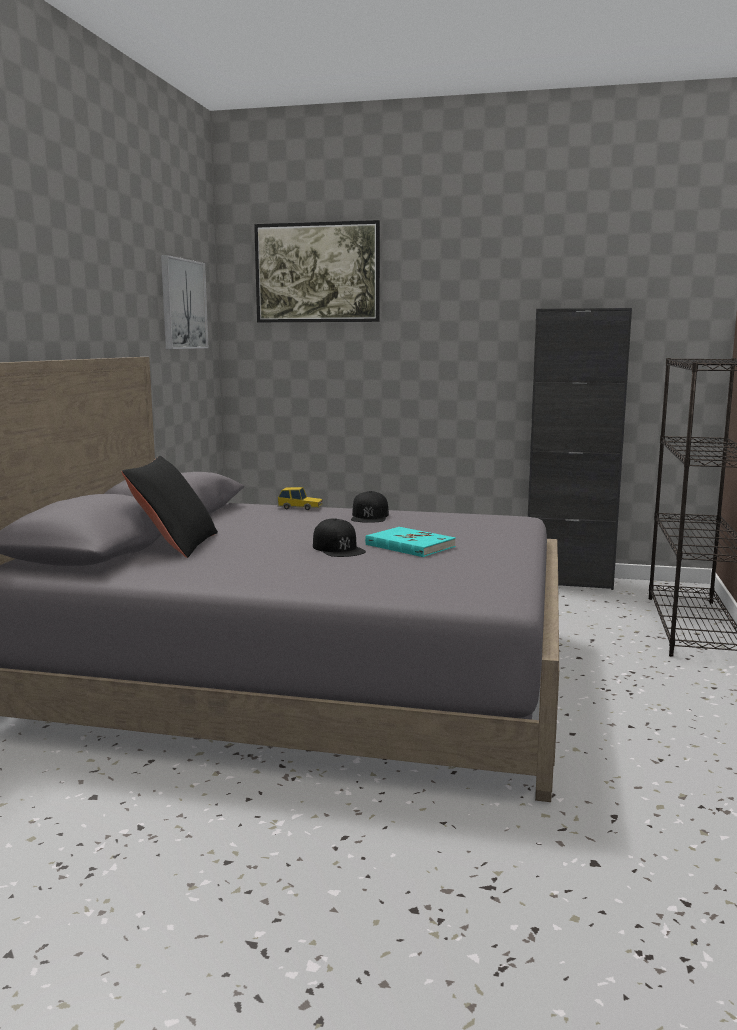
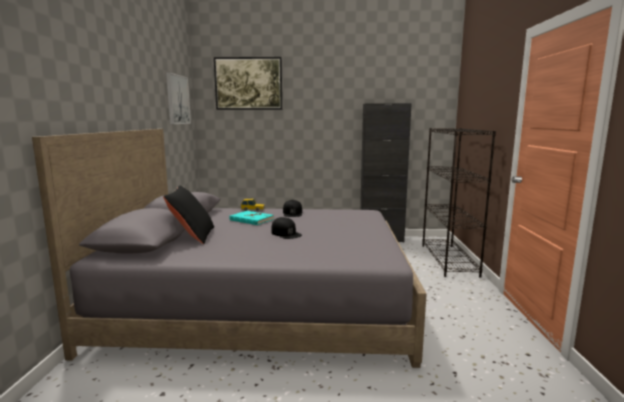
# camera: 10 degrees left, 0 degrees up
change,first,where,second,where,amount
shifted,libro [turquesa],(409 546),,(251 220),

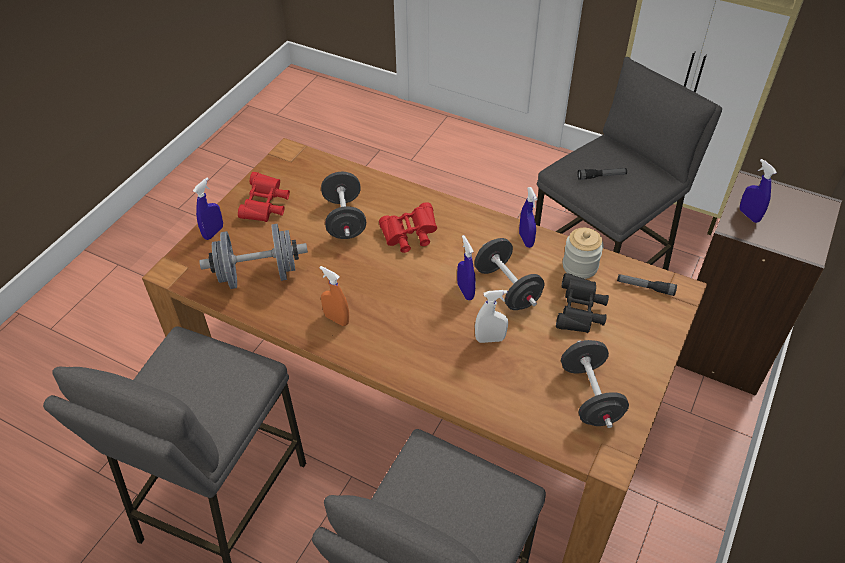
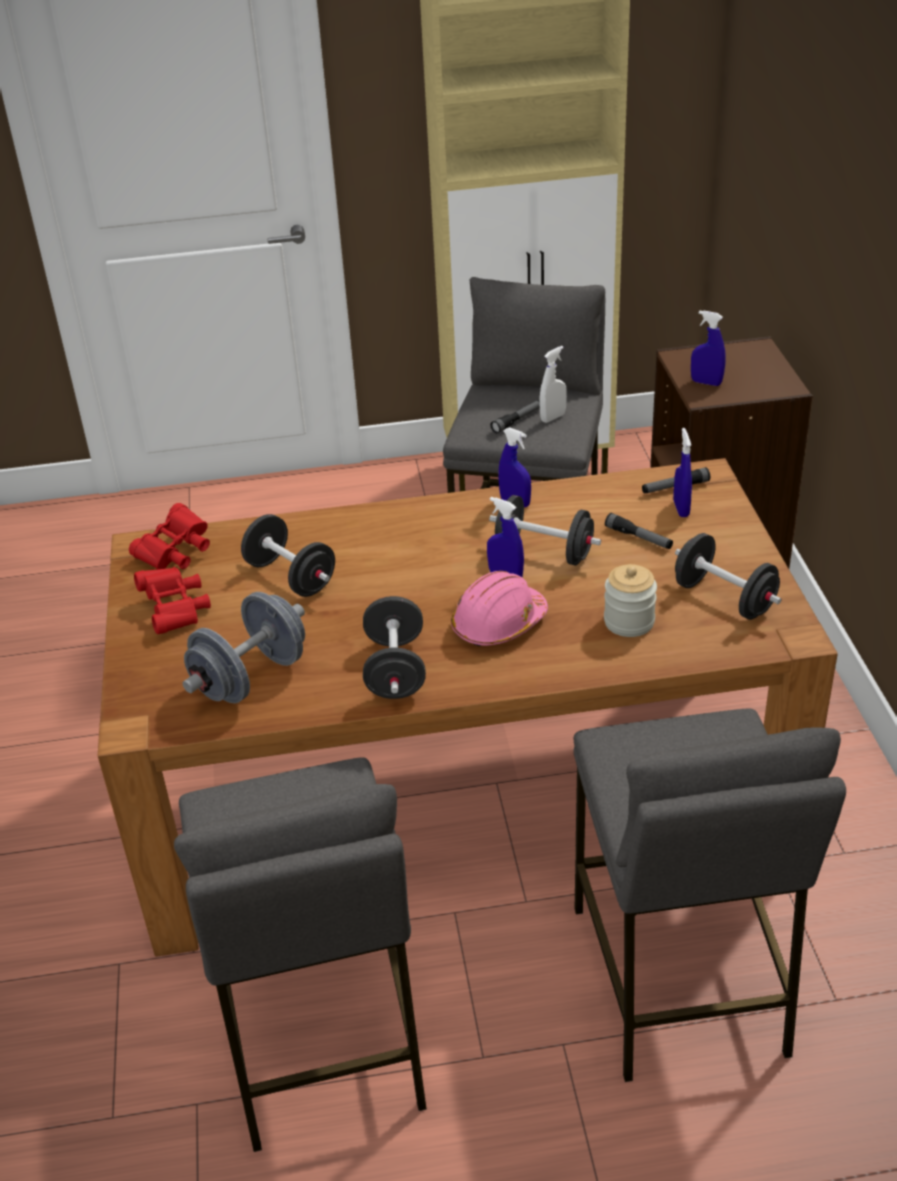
# camera: 35 degrees left, 10 degrees down
change,first,where,second,where,amount
shifted,pulverizador [azul],(213 232),,(681 509),
swapped,pulverizador [naranja],(336 319),mancuerna [negro],(395 670),
shifted,prismáticos [rojo],(409 236),,(176 553),
shifted,pulverizador [blanco],(490 339),,(553 417),
swapped,prismáticos [negro],(579 313),linterna,(639 538),
shifted,tarro,(580 266),,(629 622),
new,,,casco [rosa],(498 624),

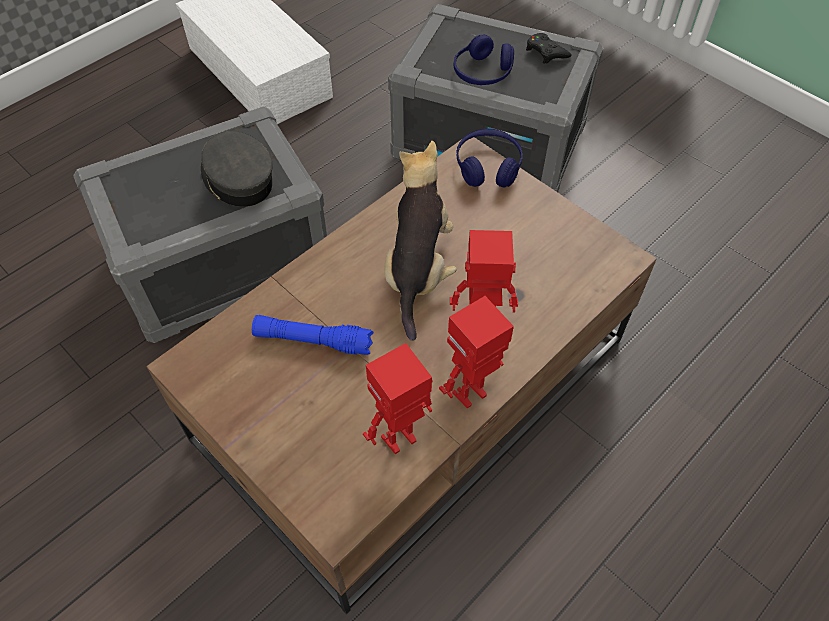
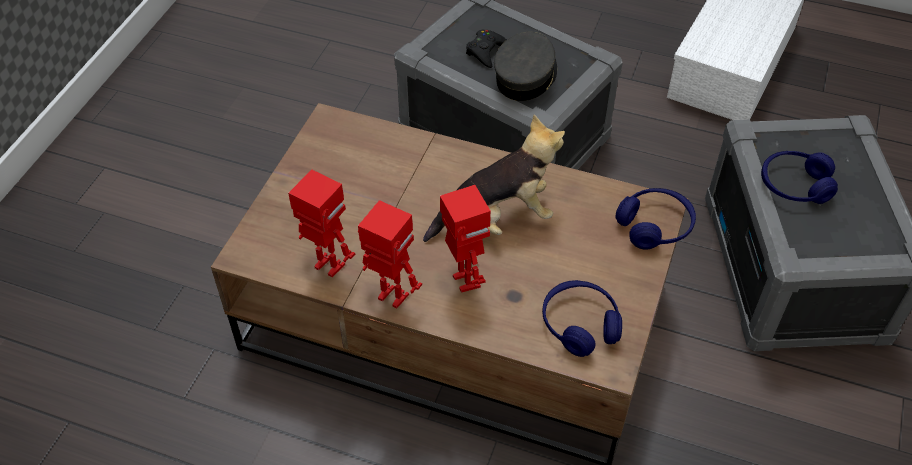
# camera: 65 degrees right, 5 degrees down
change,first,where,second,where,amount
gone,linterna [azul],(313 341),,,
shifted,mando de consola [negro],(546 52),,(486 51),
new,,,auriculares [azul],(580 324),

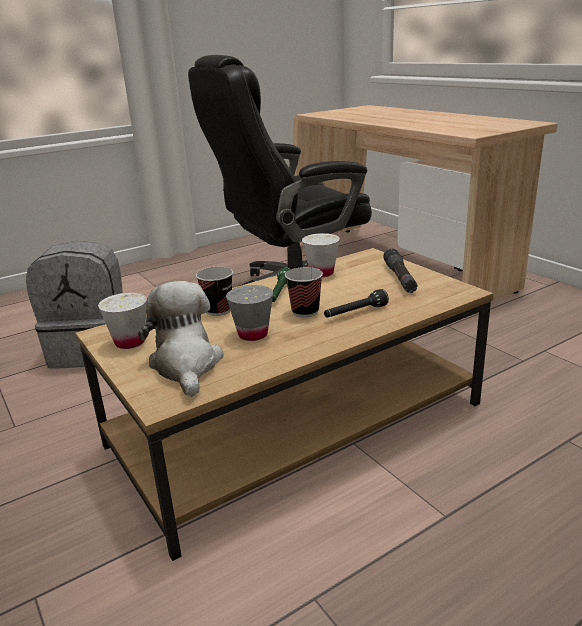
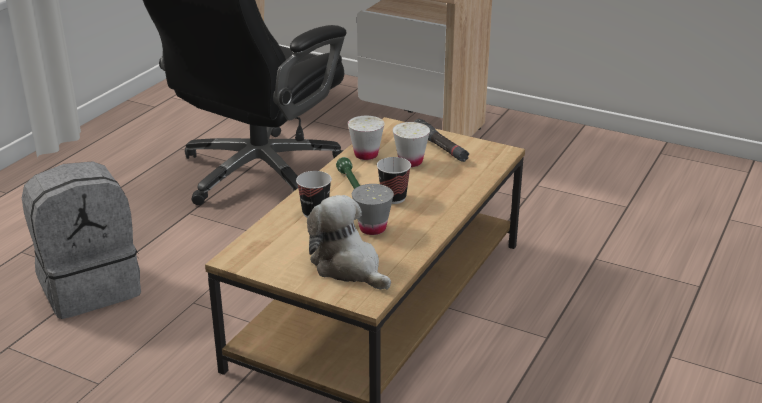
# camera: 30 degrees left, 5 degrees up
change,first,where,second,where,amount
shifted,taza [blanco],(130 342),,(410 162),
gone,linterna [negro],(355 313),,,

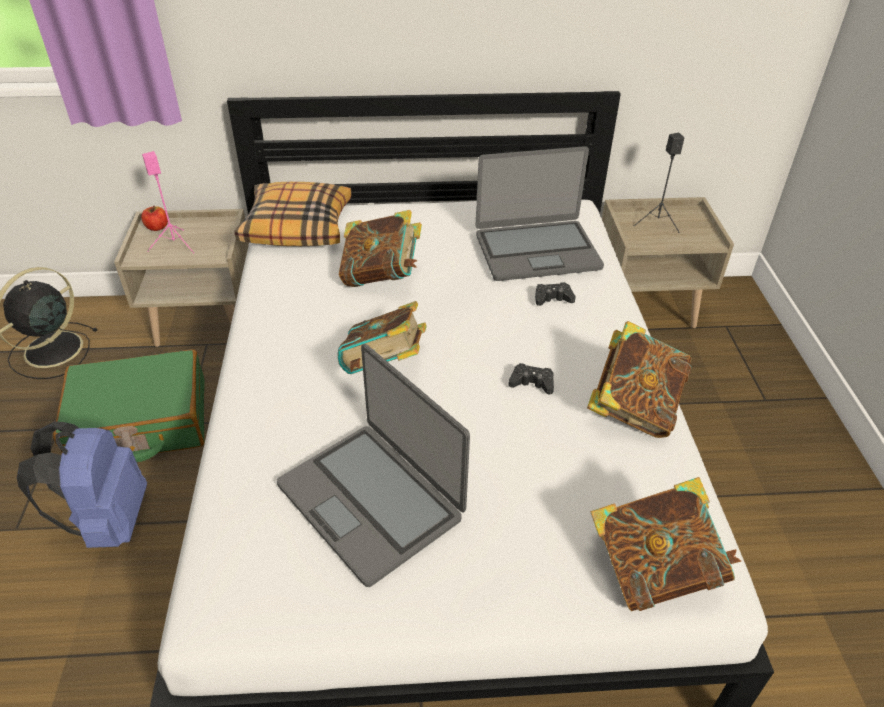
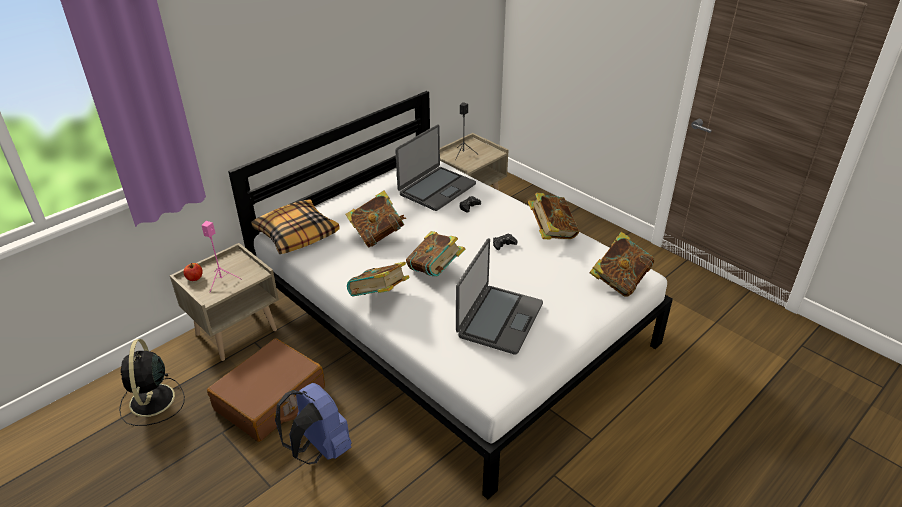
# camera: 40 degrees left, 5 degrees down
change,first,where,second,where,amount
repainted,maleta [verde],(140 422),maleta [marrón],(270 399),
rotated,portátil,(371 500),,(499 320),75 degrees counterclockwise
new,,,libro,(379 297),

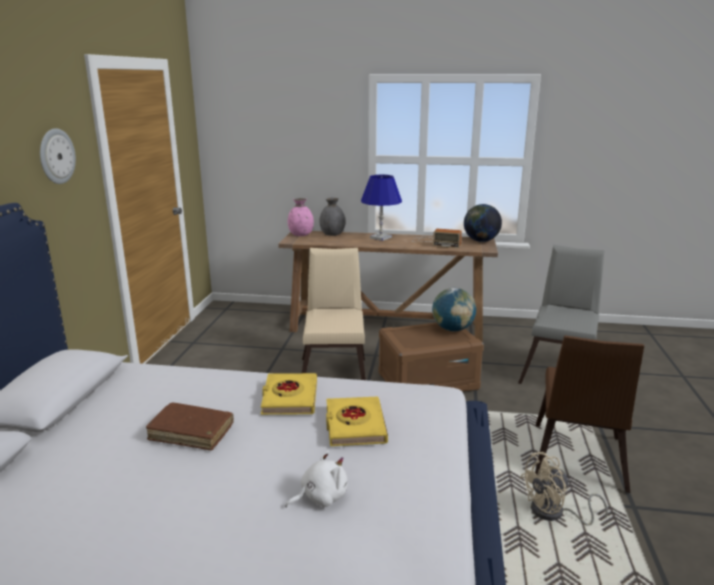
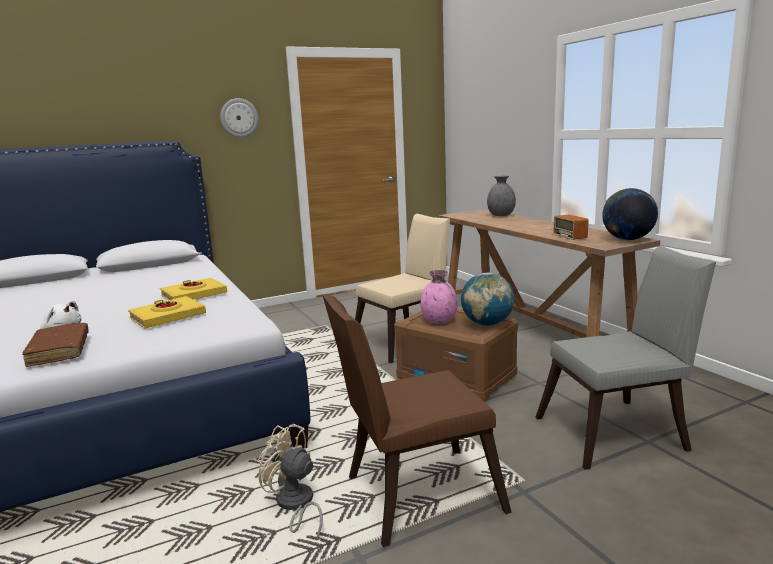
# camera: 55 degrees right, 5 degrees down
change,first,where,second,where,amount
shifted,libro [marrón],(191 433),,(59 351),
shifted,florero [rosa],(301 235),,(439 321),
gone,lámpara de mesa [azul],(380 238),,,

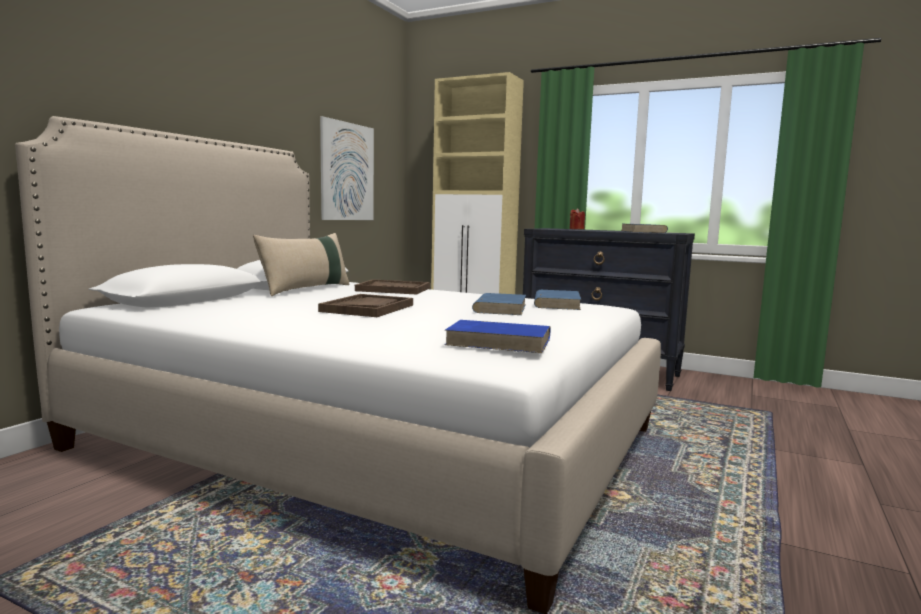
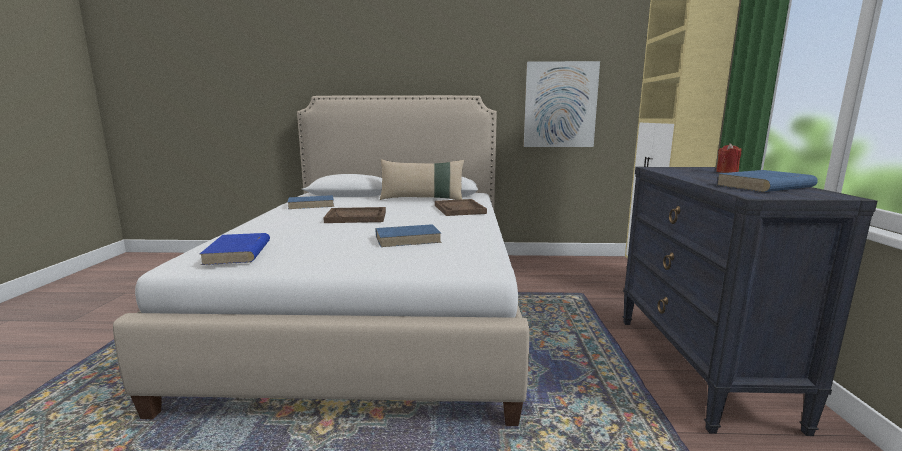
# camera: 65 degrees right, 5 degrees up
change,first,where,second,where,amount
shifted,libro [azul],(556 303),,(312 205),

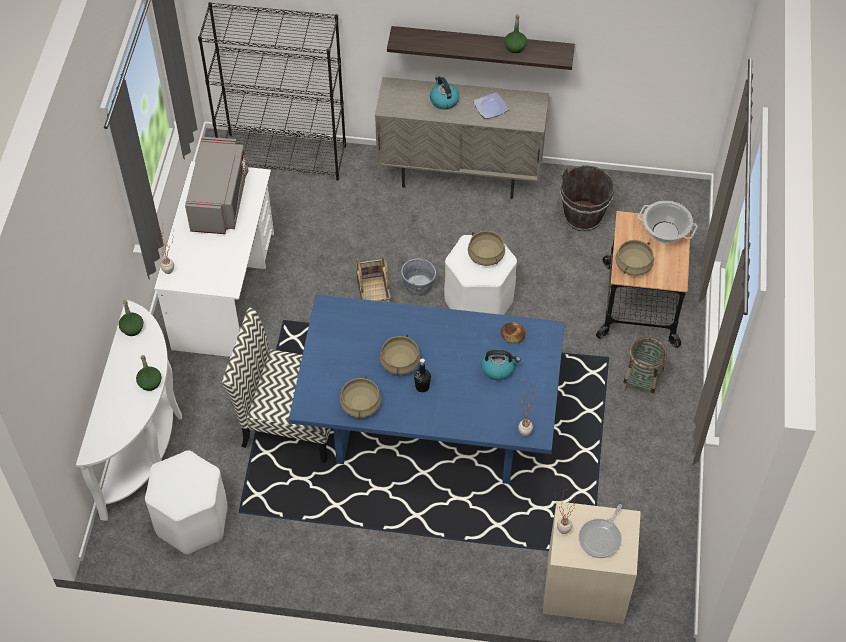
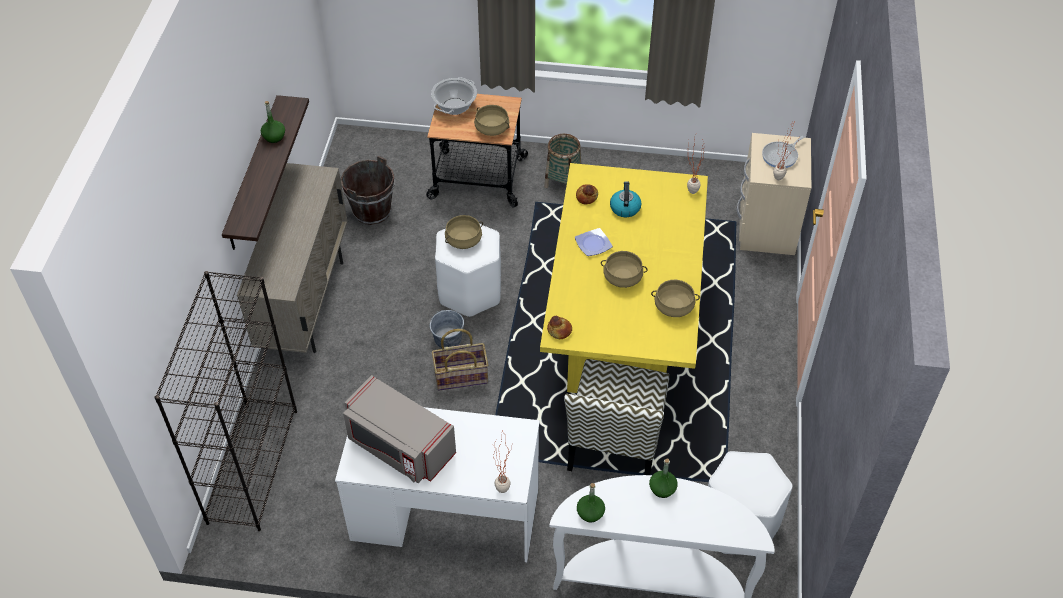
# camera: 90 degrees left, 5 degrees down
change,first,where,second,where,amount
rotated,microondas [gris],(219 200),,(400 446),150 degrees counterclockwise
repainted,mesa de comedor [azul],(428 433),mesa de comedor [amarillo],(622 331),
gone,botella [negro],(422 387),,,
gone,hervidor,(444 100),,,
shifted,plato,(491 107),,(592 244),
rotated,sartén,(601 538),,(781 156),105 degrees clockwise
new,,,pan,(559 331),

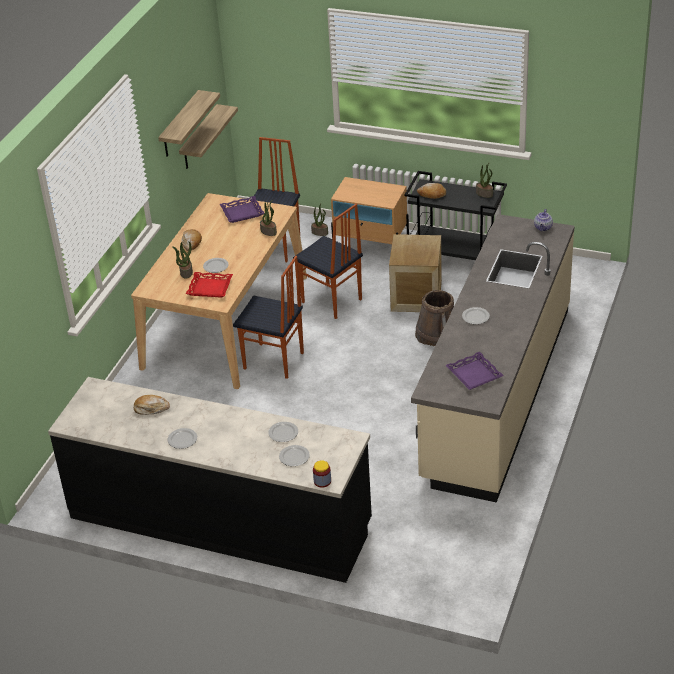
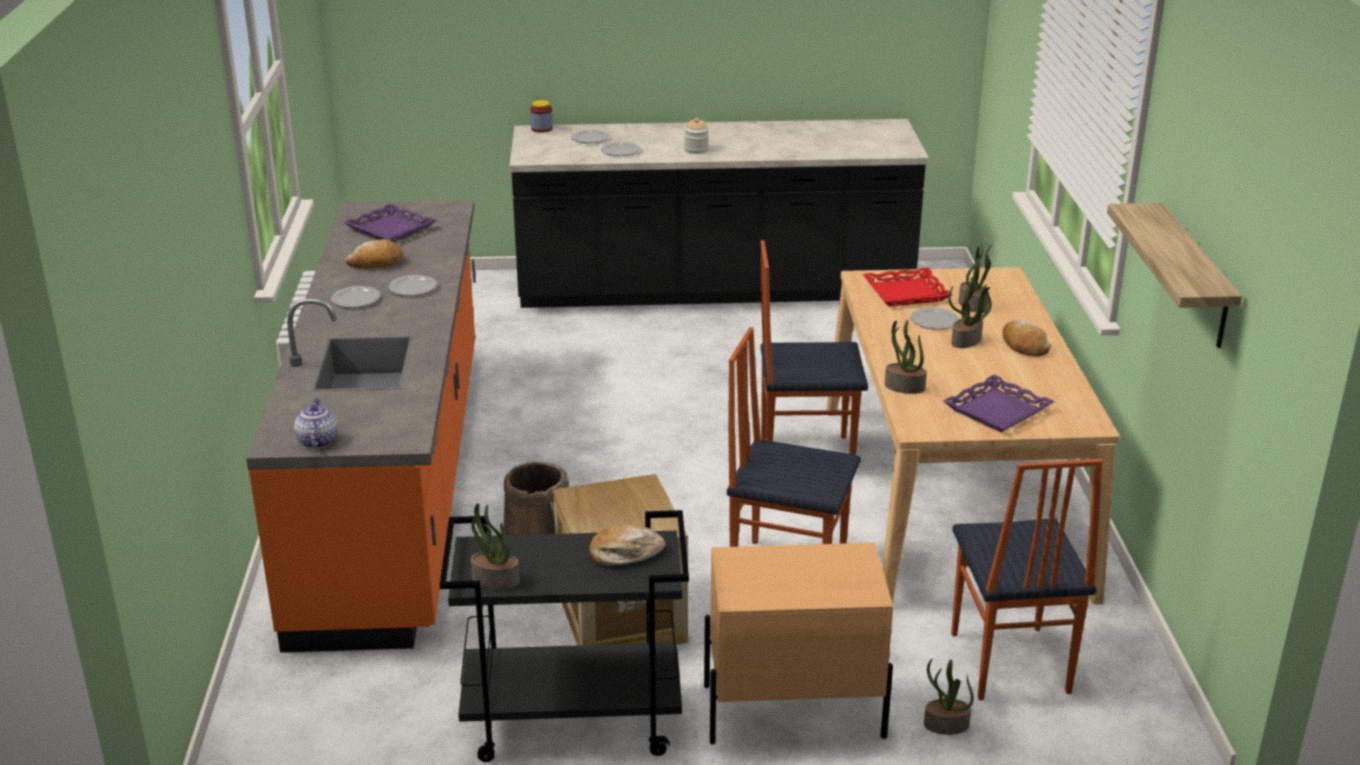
# camera: 155 degrees right, 10 degrees down
change,first,where,second,where,amount
shifted,pan,(151 408),,(376 263),
shifted,plato,(182 439),,(356 299),
gone,estante,(199 138),,,
repainted,mueble bajo de cocina [beis],(496 392),mueble bajo de cocina [naranja],(396 482),
new,,,tarro,(696 150),
new,,,planta en maceta,(966 341),

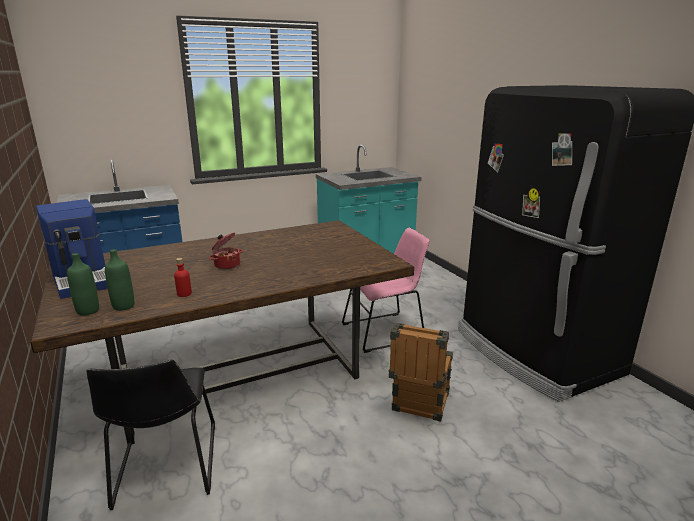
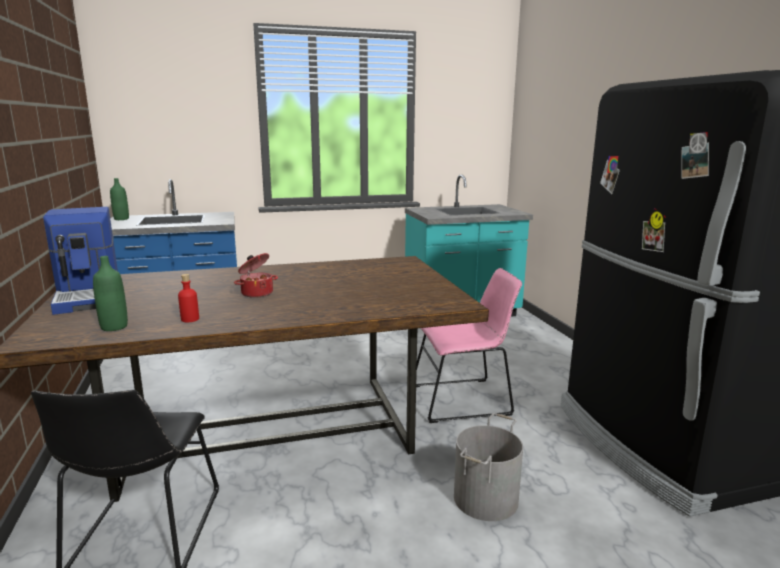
# camera: 10 degrees right, 5 degrees down
change,first,where,second,where,amount
shifted,botella [verde],(88 311),,(121 219),
swapped,caja de embalaje,(418 406),cubo [gris],(484 498),

